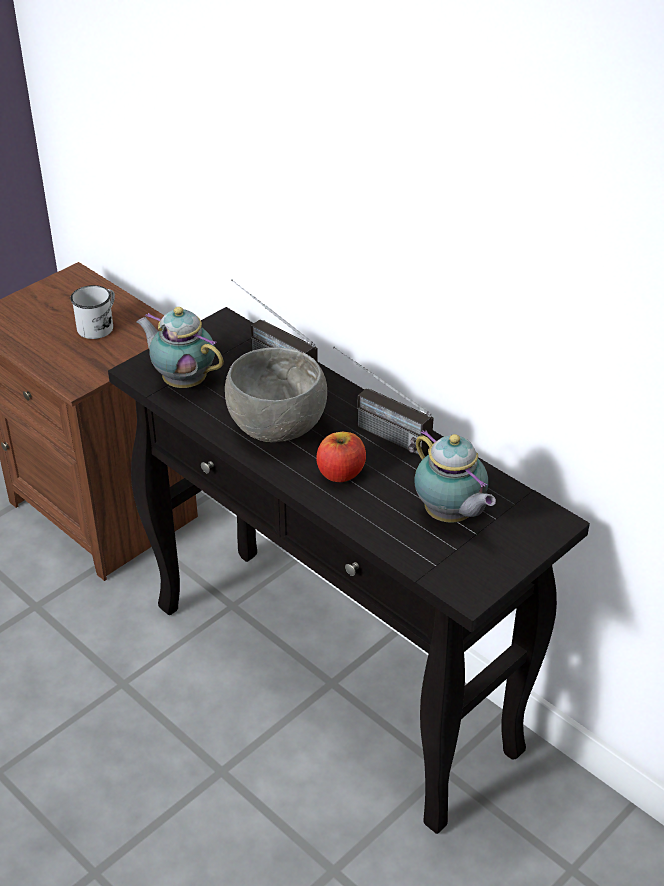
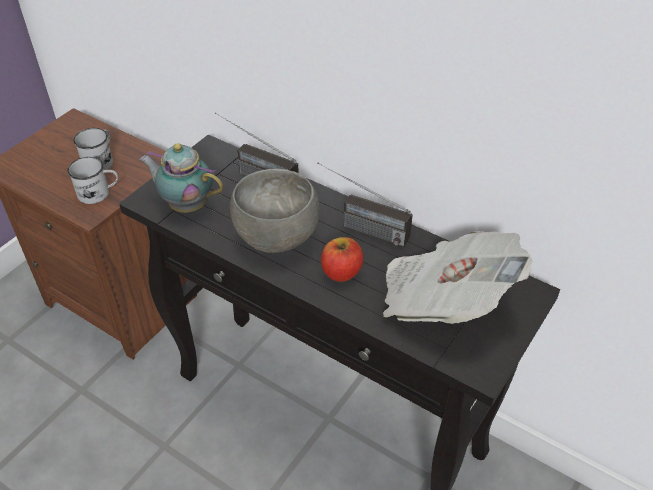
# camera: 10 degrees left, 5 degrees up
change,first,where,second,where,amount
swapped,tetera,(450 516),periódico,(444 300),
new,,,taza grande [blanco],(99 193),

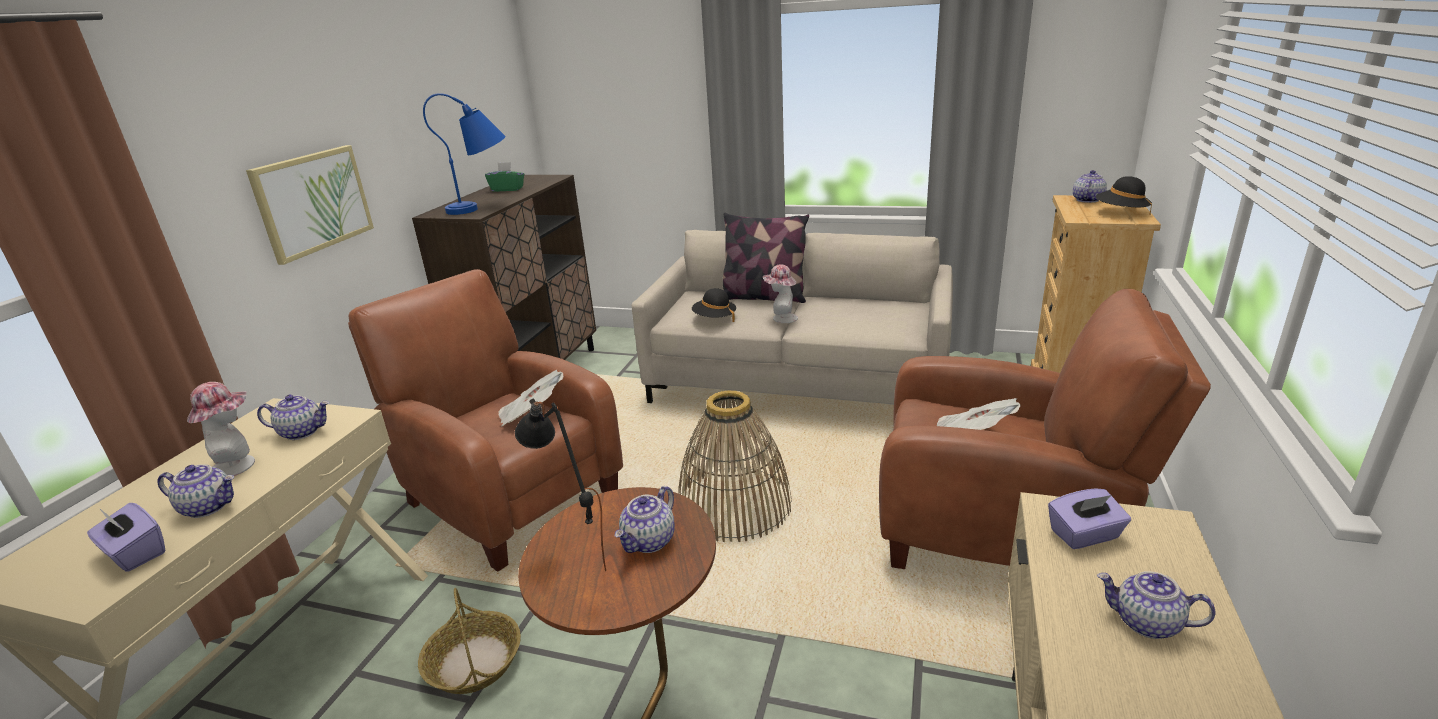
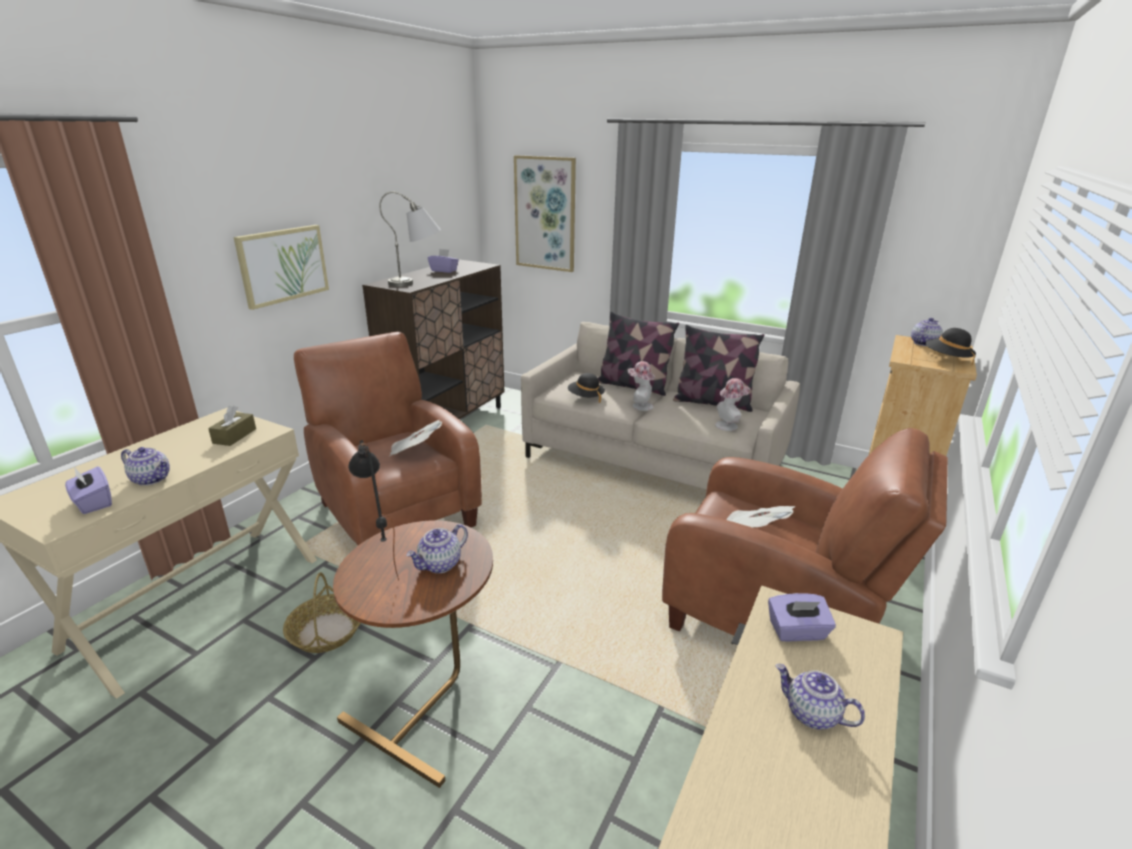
# camera: 10 degrees right, 0 degrees up
change,first,where,second,where,amount
shifted,sombrero,(239 464),,(729 425),
swapped,tetera,(302 432),caja de pañuelos [marrón],(234 436),
repainted,lámpara de mesa [azul],(483 207),lámpara de mesa [gris],(417 283),
repainted,caja de pañuelos [verde],(507 189),caja de pañuelos [morado],(444 270),
gone,cesta,(734 506),,,
new,,,cuadro,(545 214),
new,,,cojín,(713 402),

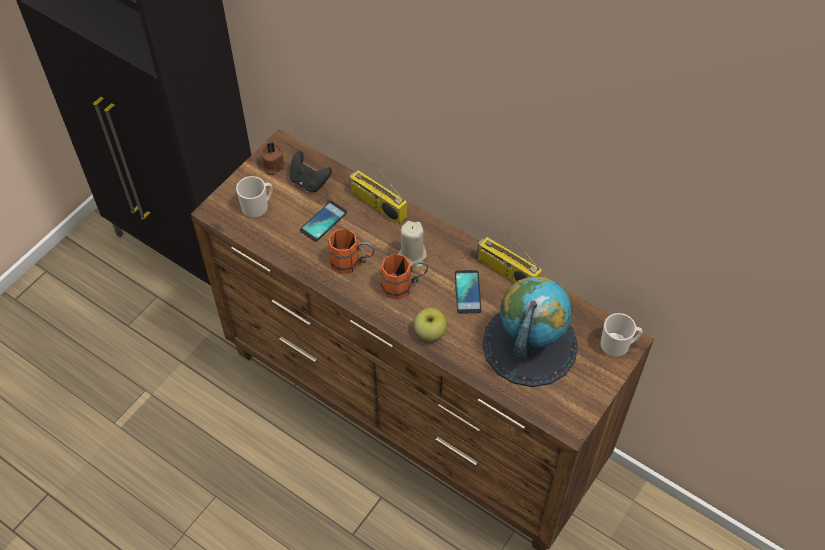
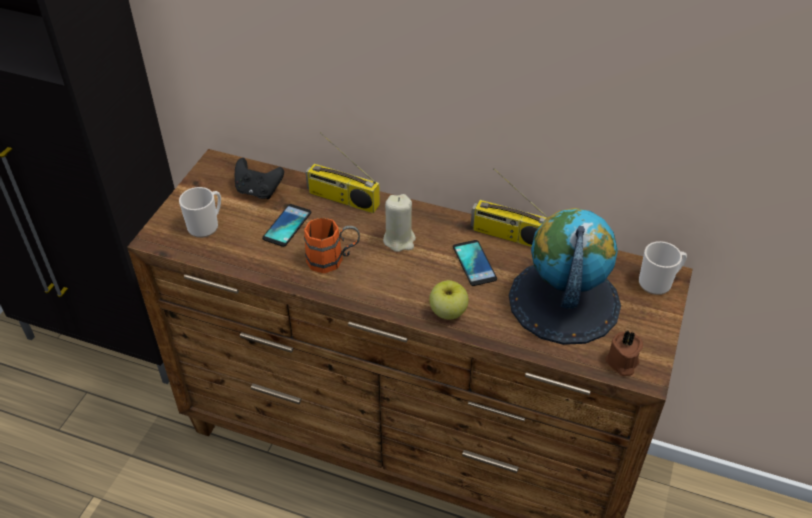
# camera: 15 degrees left, 10 degrees down
change,first,where,second,where,amount
shifted,vela [marrón],(272 165),,(621 363),
gone,taza grande [naranja],(404 286),,,

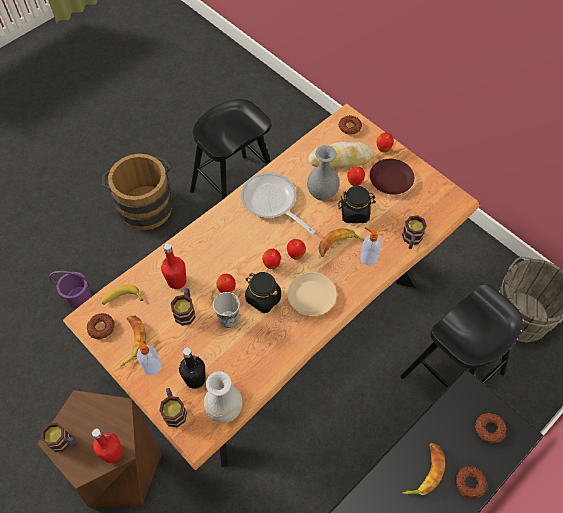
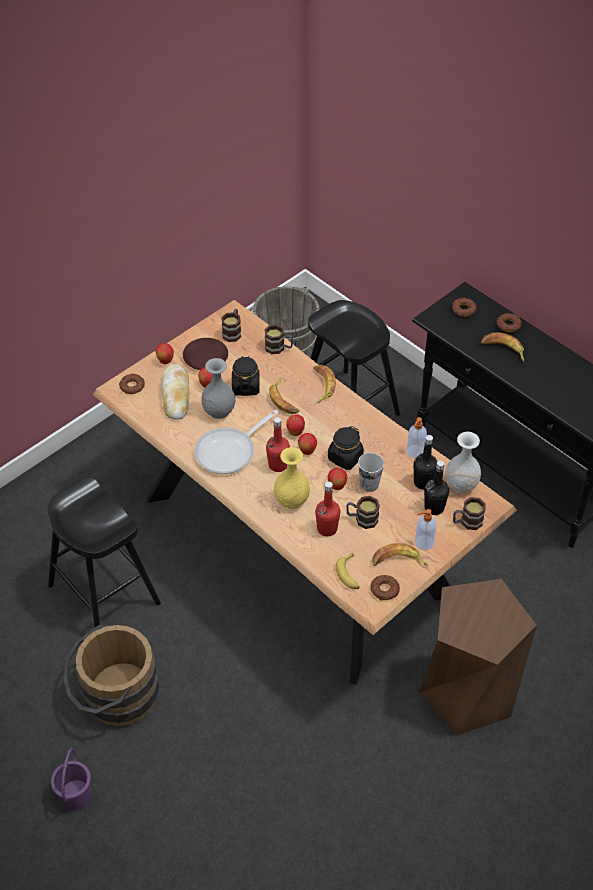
# camera: 90 degrees left, 10 degrees down
change,first,where,second,where,amount
shifted,taza grande,(64 442),,(233 332),
shifted,cubo [morado],(78 296),,(75 795),
shifted,botella [rojo],(112 453),,(278 465),
gone,plato [beis],(312 297),,,
shifted,dispensador de jabón,(368 257),,(415 452),
new,,,florero [amarillo],(292 500),
new,,,plátano,(322 385),
new,,,botella [negro],(423 482),

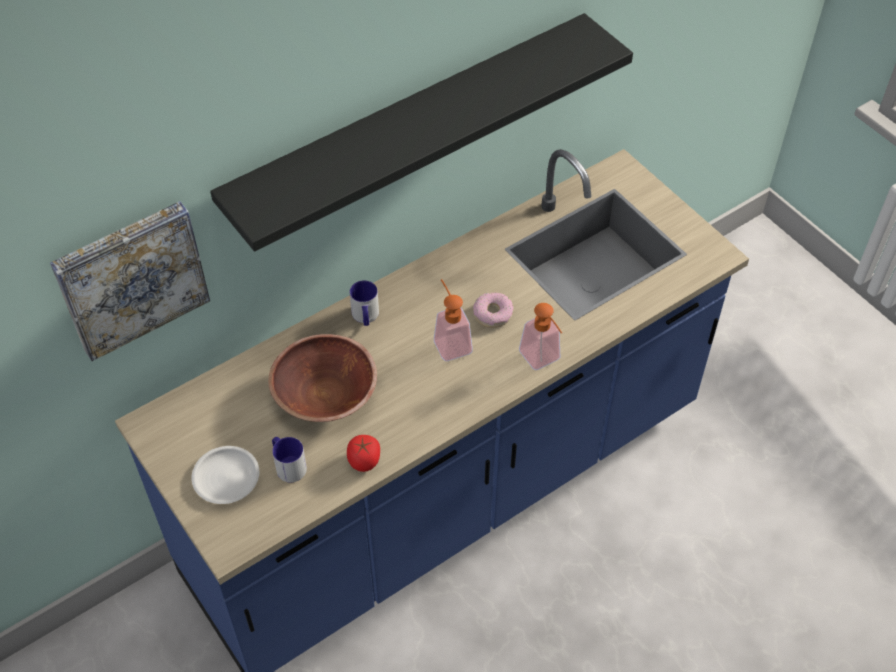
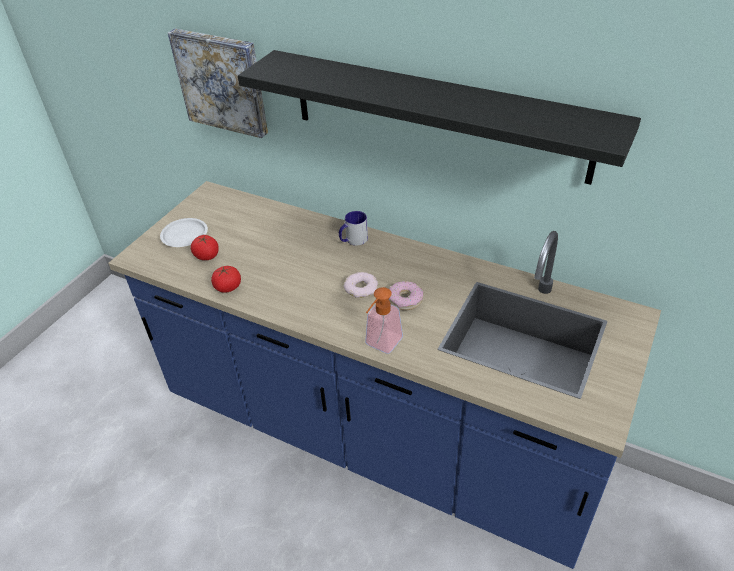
# camera: 65 degrees right, 10 degrees down
change,first,where,second,where,amount
gone,cuenco [marrón],(325 396),,,
swapped,taza grande,(288 465),tomate,(207 256),
swapped,dispensador de jabón,(450 341),rosquilla,(361 288),

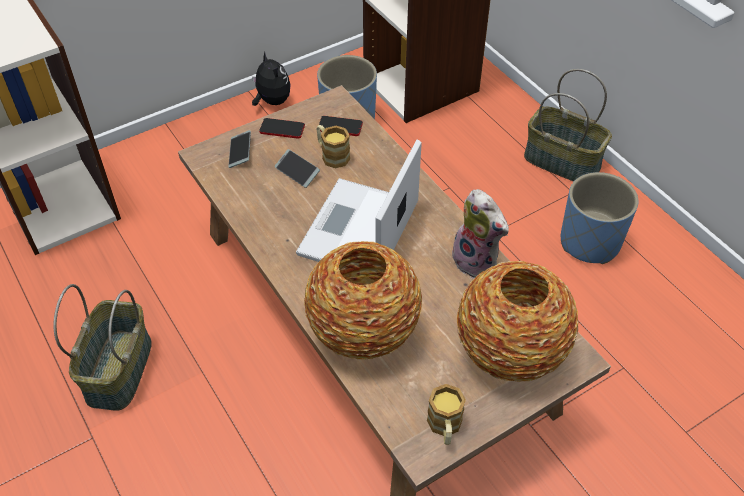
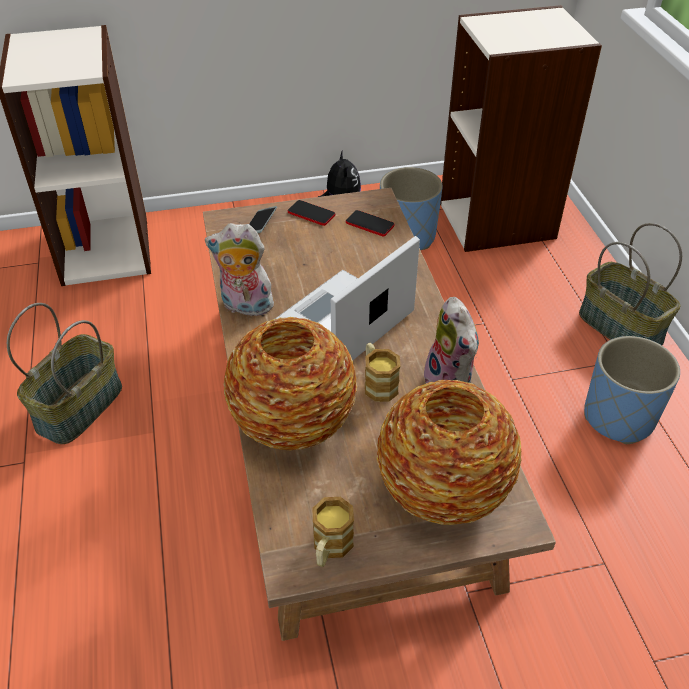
# camera: 20 degrees right, 5 degrees down
change,first,where,second,where,amount
gone,móvil,(297 172),,,
shifted,taza grande,(332 155),,(378 383),
new,,,peluche,(245 307),

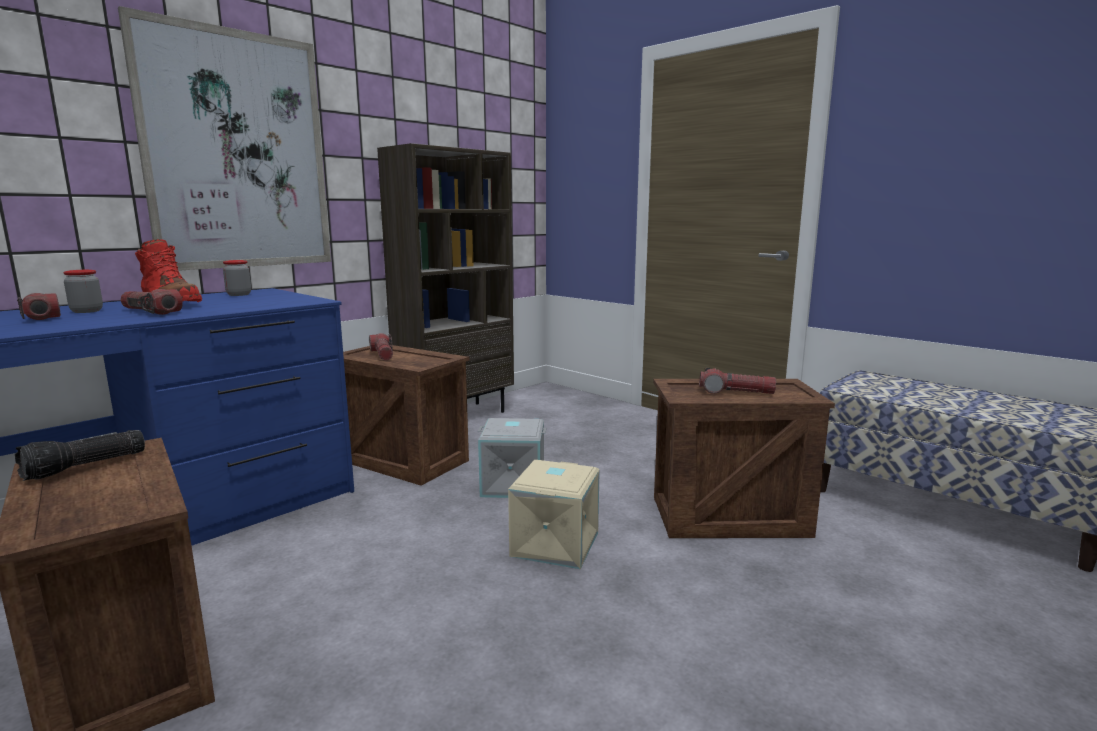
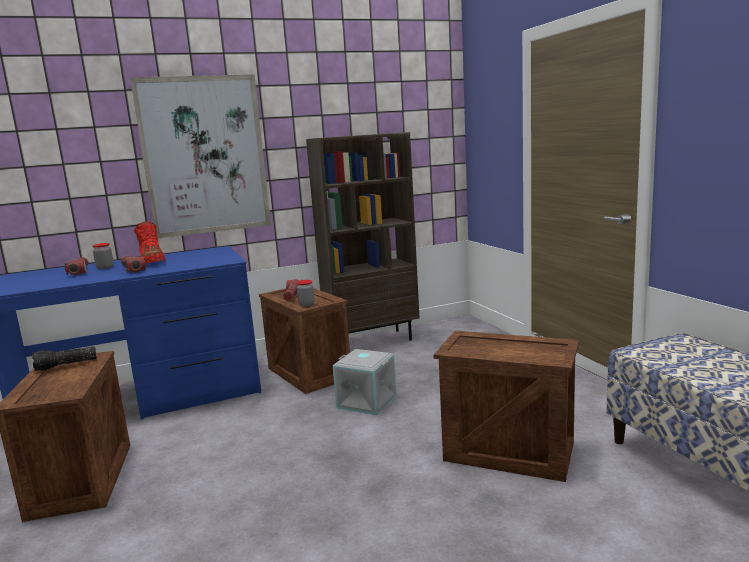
# camera: 25 degrees right, 0 degrees up
change,first,where,second,where,amount
shifted,tarro,(239 294),,(306 304),
gone,caja de almacenaje [beis],(553 543),,,
gone,linterna,(736 392),,,

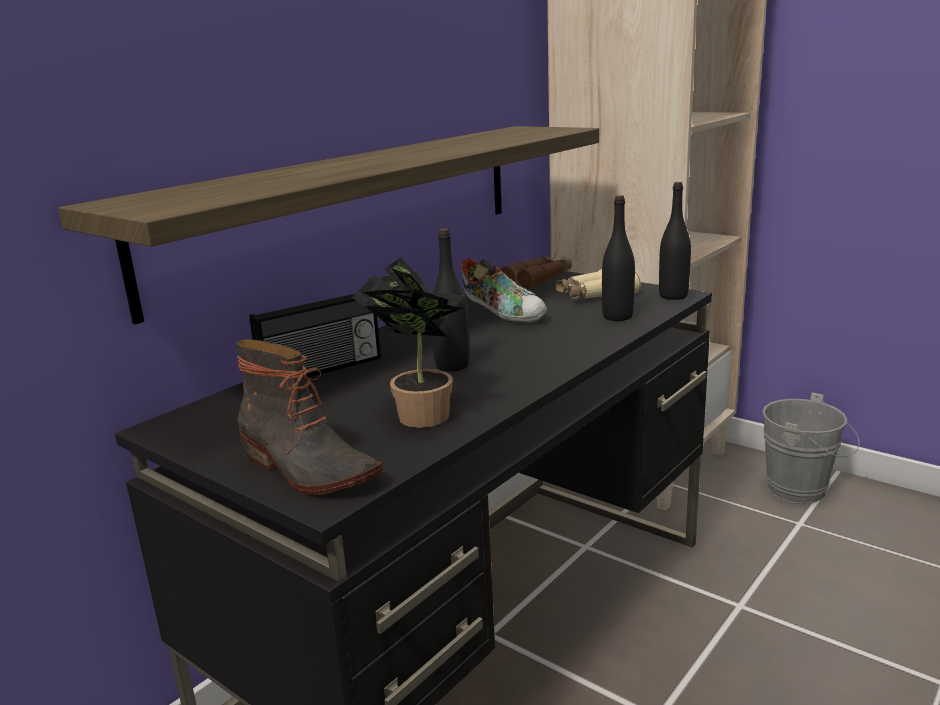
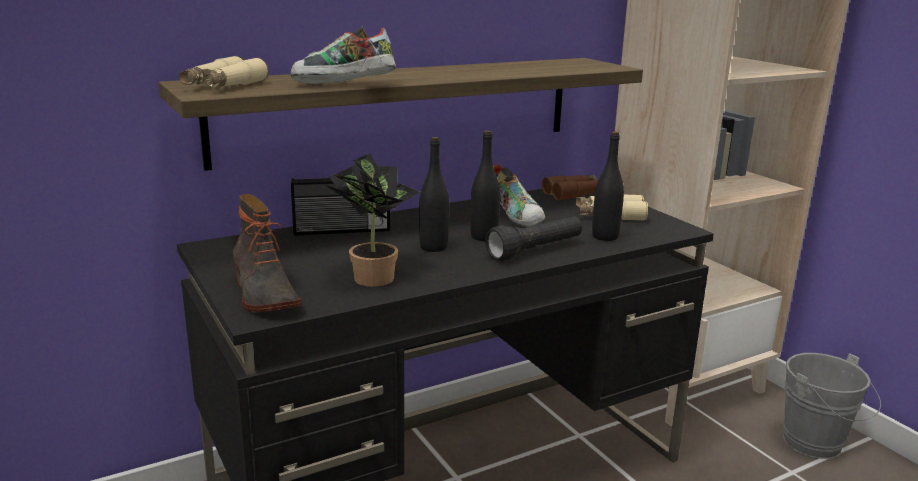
# camera: 20 degrees right, 0 degrees up
change,first,where,second,where,amount
shifted,botella [negro],(673 296),,(483 237),
new,,,prismáticos [beis],(224 85),
new,,,zapato,(343 85),
new,,,linterna [negro],(535 250),

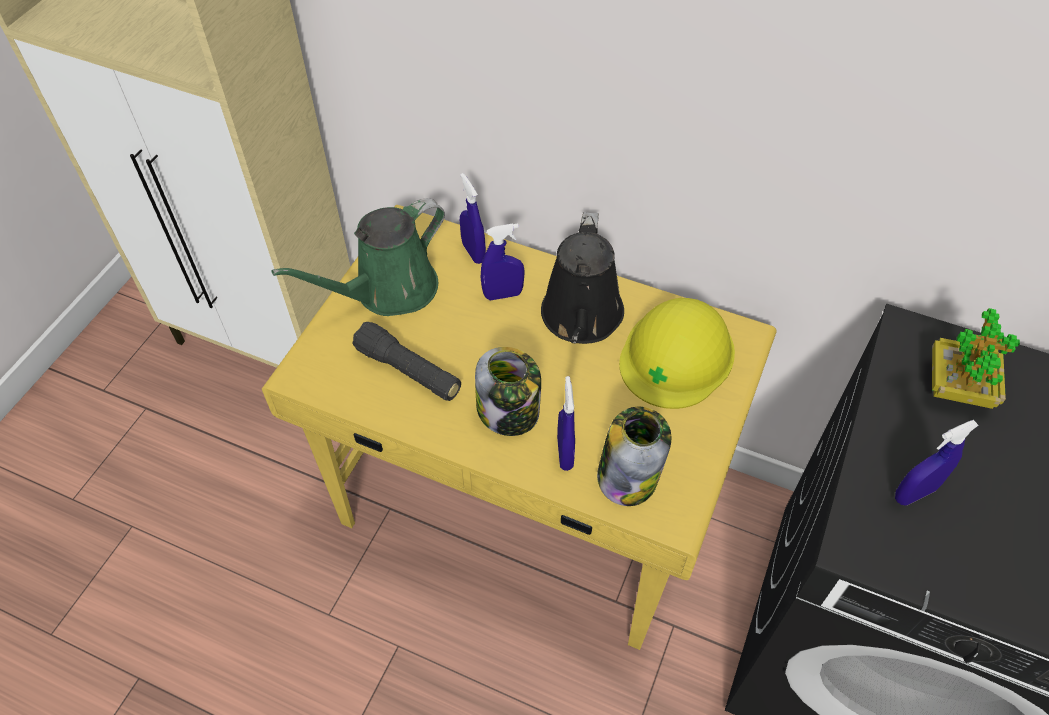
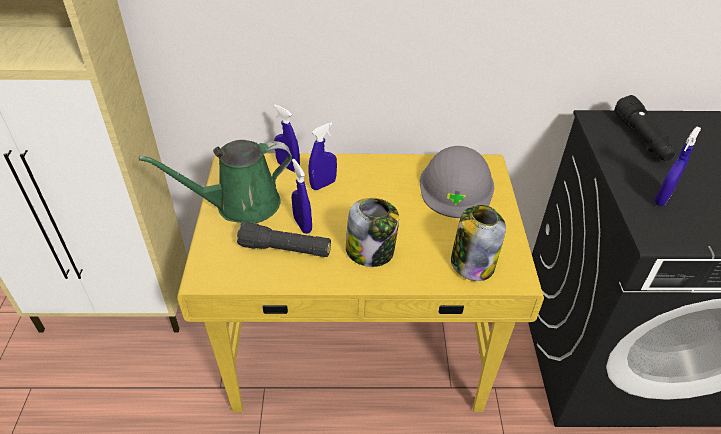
# camera: 25 degrees left, 10 degrees down
change,first,where,second,where,amount
rotated,regadera [verde],(389 290),,(241 205),45 degrees clockwise
gone,regadera [negro],(581 319),,,
shifted,pulverizador [azul],(565 453),,(302 225),
repainted,casco [amarillo],(677 355),casco [gris],(456 186),
swapped,planta en maceta,(957 387),linterna [negro],(642 139),

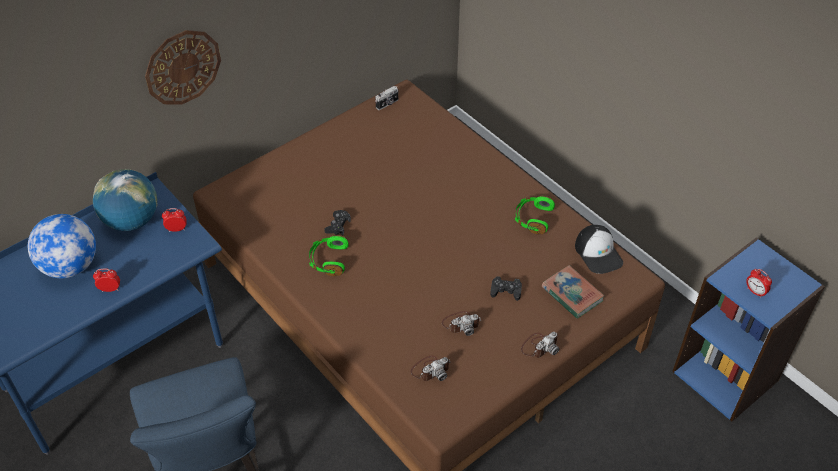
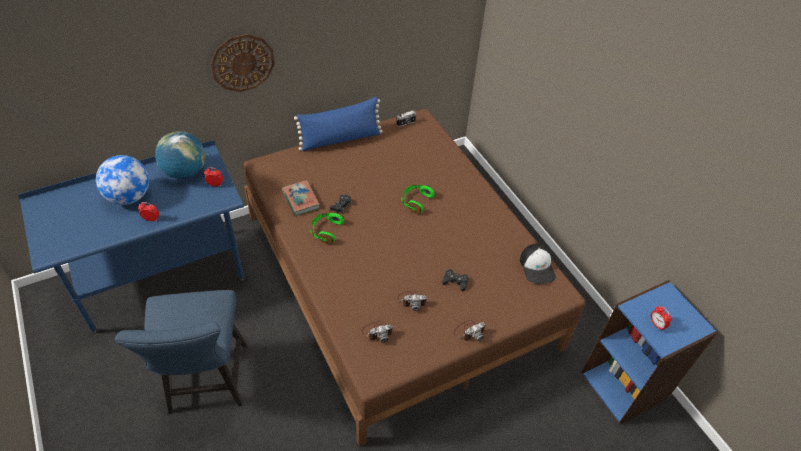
# camera: 10 degrees right, 0 degrees up
change,first,where,second,where,amount
shifted,auriculares [verde],(533 219),,(416 201),
shifted,libro,(572 294),,(301 200),
new,,,cojín [azul],(340 139),

